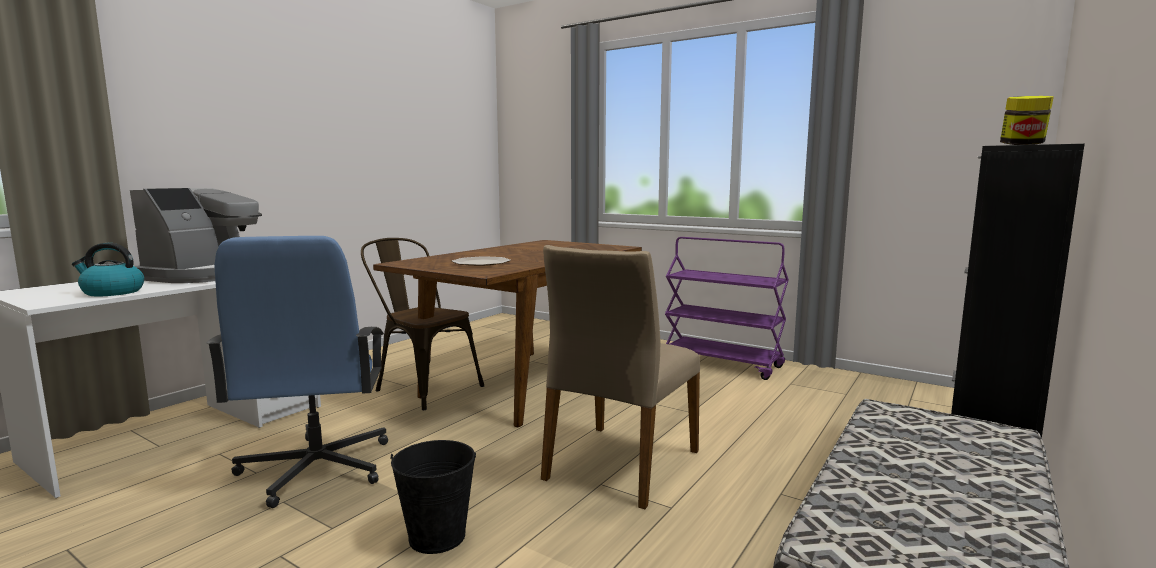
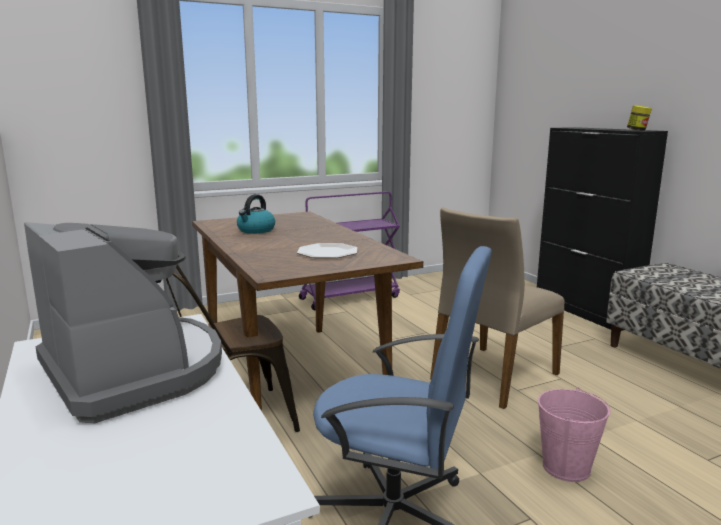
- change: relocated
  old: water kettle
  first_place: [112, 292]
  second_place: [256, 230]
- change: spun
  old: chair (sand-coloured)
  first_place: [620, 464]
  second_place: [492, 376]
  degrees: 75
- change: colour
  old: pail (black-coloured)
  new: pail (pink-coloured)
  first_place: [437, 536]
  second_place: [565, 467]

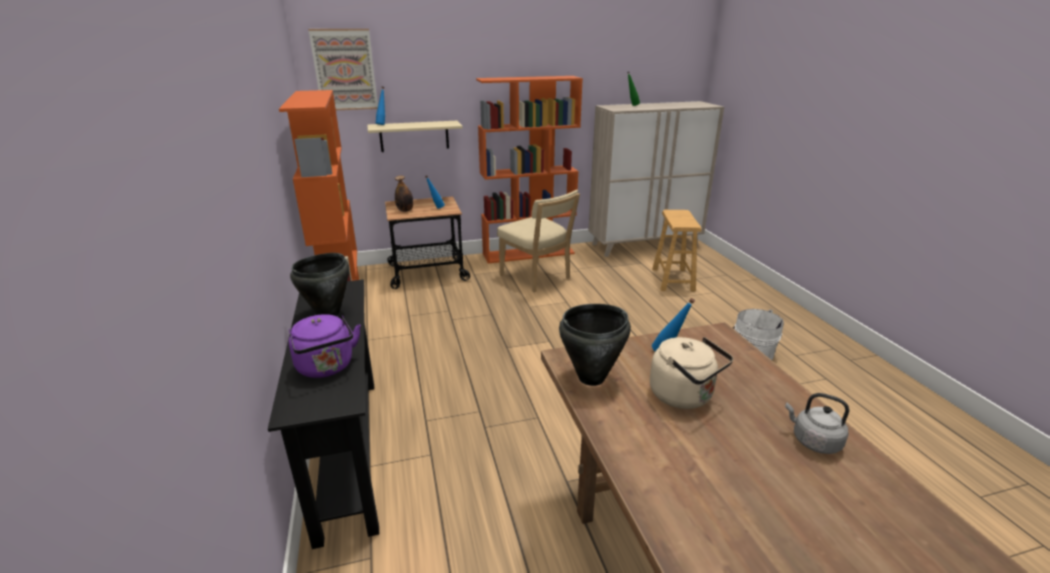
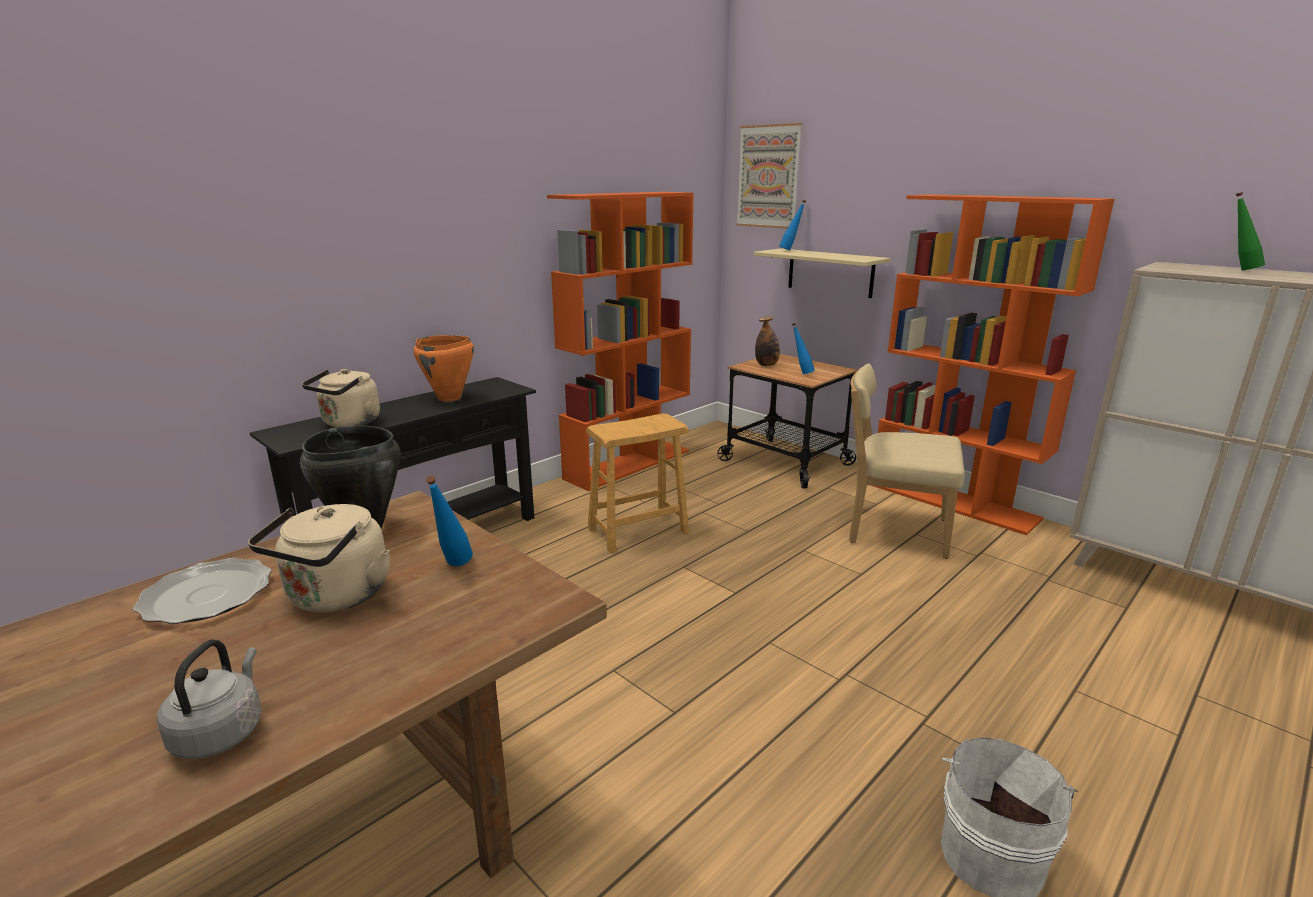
- change: appeared
  new: plate
  second_place: [206, 595]
- change: colour
  old: water kettle (purplish)
  new: water kettle (sand-coloured)
  first_place: [327, 368]
  second_place: [349, 423]
- change: colour
  old: stockpot (black-coloured)
  new: stockpot (orange)
  first_place: [329, 314]
  second_place: [449, 398]
- change: relocated
  old: stool seat (brownish)
  first_place: [673, 280]
  second_place: [638, 531]
- change: spun
  old: chair (sand-coloured)
  first_place: [537, 278]
  second_place: [892, 530]
  degrees: 90

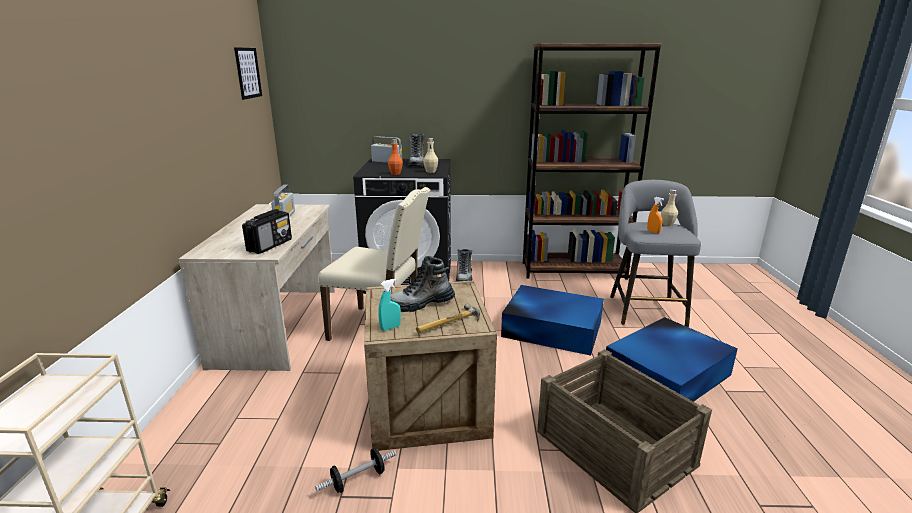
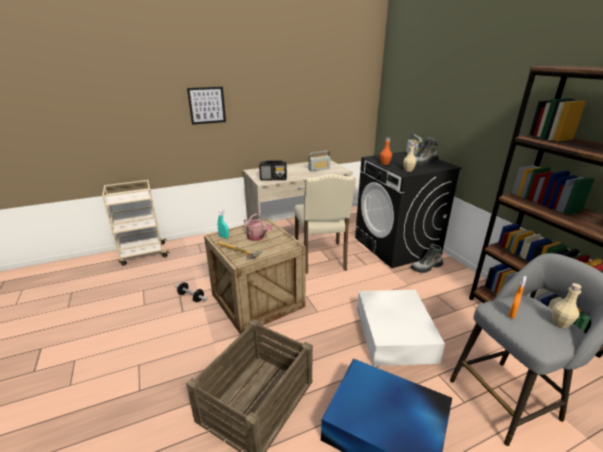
- change: relocated
  old: wall art
  first_place: [248, 73]
  second_place: [207, 105]
- change: exchanged
  old: high-top boot
  new: sprinkling can
  first_place: [421, 304]
  second_place: [257, 238]
- change: colour
  old: storage box (bluish)
  new: storage box (whitish)
  first_place: [551, 328]
  second_place: [394, 332]

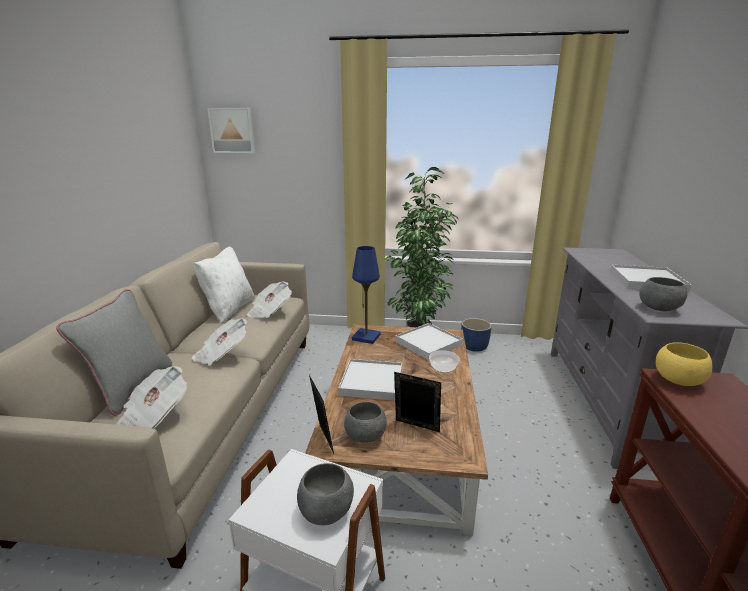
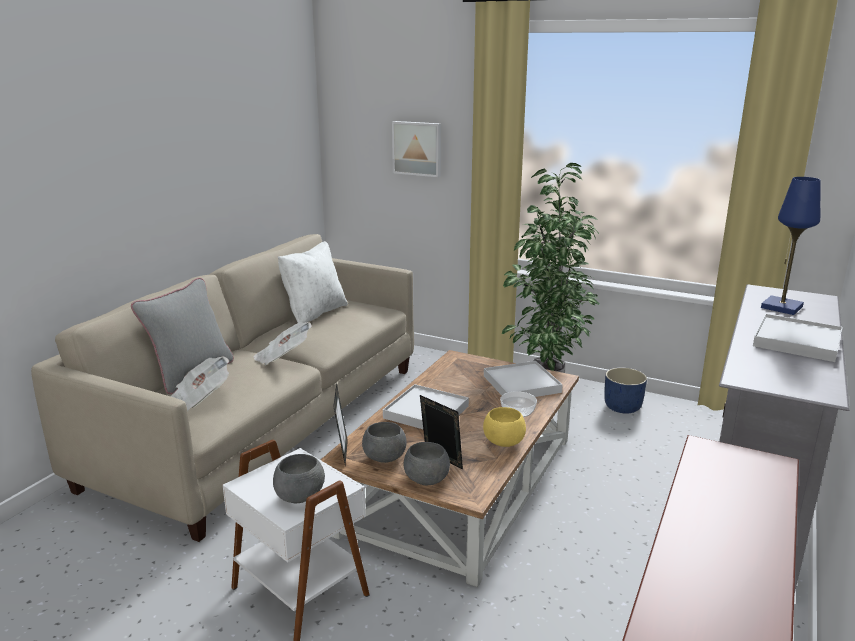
- change: relocated
  old: wall art
  first_place: [232, 130]
  second_place: [417, 148]
- change: relocated
  old: serving bowl (gray)
  first_place: [659, 309]
  second_place: [426, 481]
- change: relocated
  old: serving bowl (yellow)
  first_place: [677, 381]
  second_place: [503, 442]
- change: relocated
  old: table lamp (bluish)
  first_place: [366, 337]
  second_place: [781, 307]
- change: missing
  old: newspaper
  first_place: [269, 311]

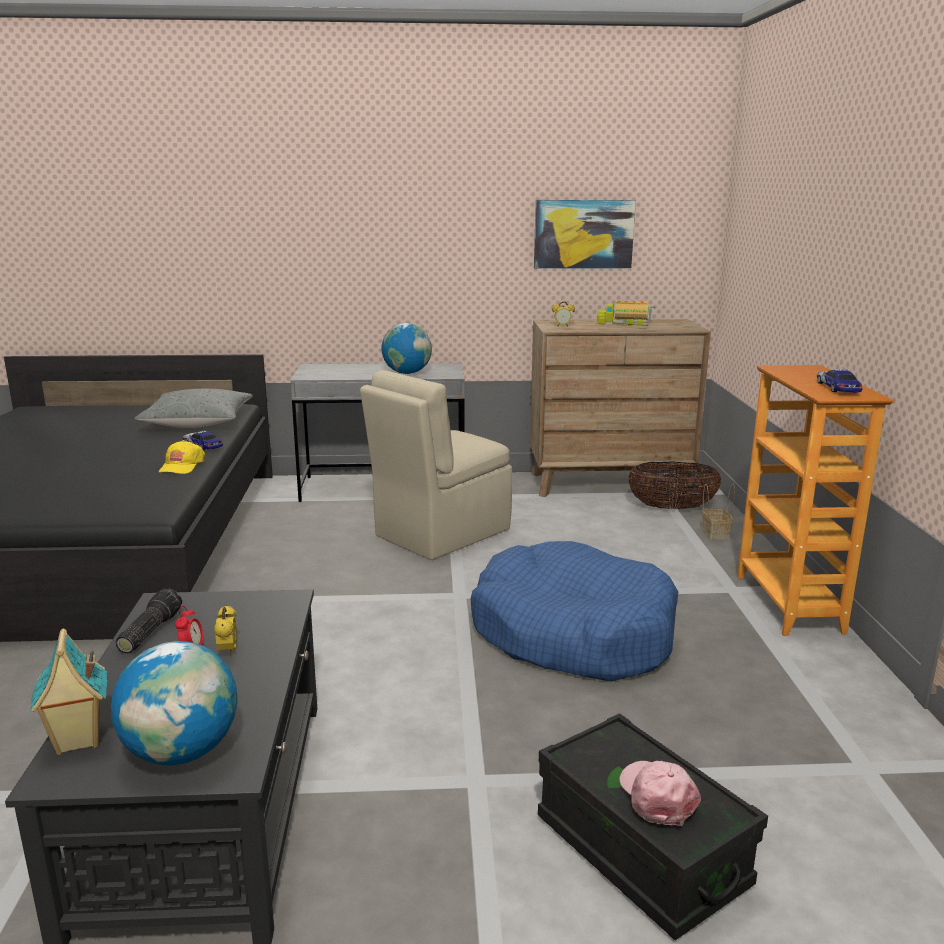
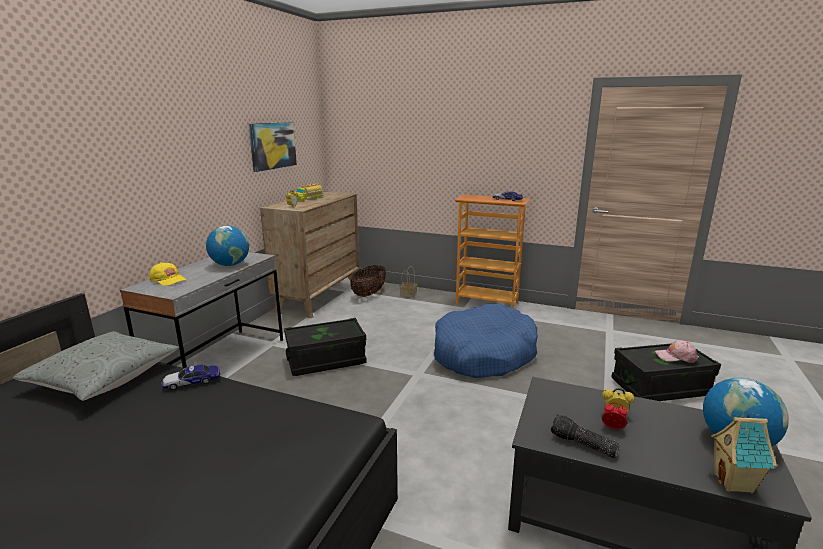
- change: relocated
  old: cap (yellow)
  first_place: [181, 466]
  second_place: [168, 280]
- change: exchanged
  old: chair (sand-coloured)
  new: storage box (black-coloured)
  first_place: [440, 533]
  second_place: [326, 360]

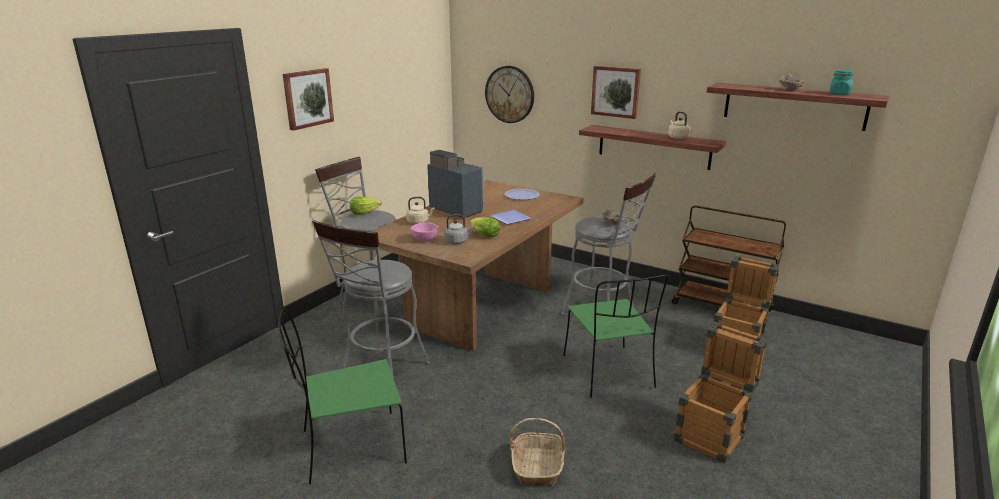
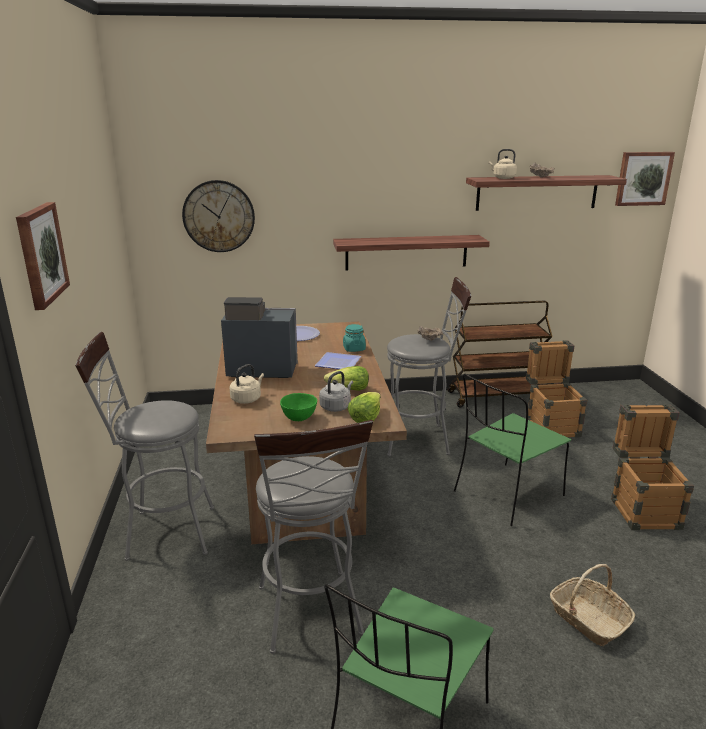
- change: colour
  old: serving bowl (pink-coloured)
  new: serving bowl (green-coloured)
  first_place: [425, 240]
  second_place: [299, 418]
- change: relocated
  old: jar (blue-green)
  first_place: [839, 93]
  second_place: [354, 349]
- change: relocated
  old: lettuce
  first_place: [364, 213]
  second_place: [365, 417]
- change: spun
  old: chair (green-coloured)
  first_place: [609, 373]
  second_place: [506, 495]
  degrees: 105
- change: relocated
  old: water kettle (sand-coloured)
  first_place: [677, 137]
  second_place: [502, 178]
- change: relocated
  old: wall art
  first_place: [616, 91]
  second_place: [643, 178]

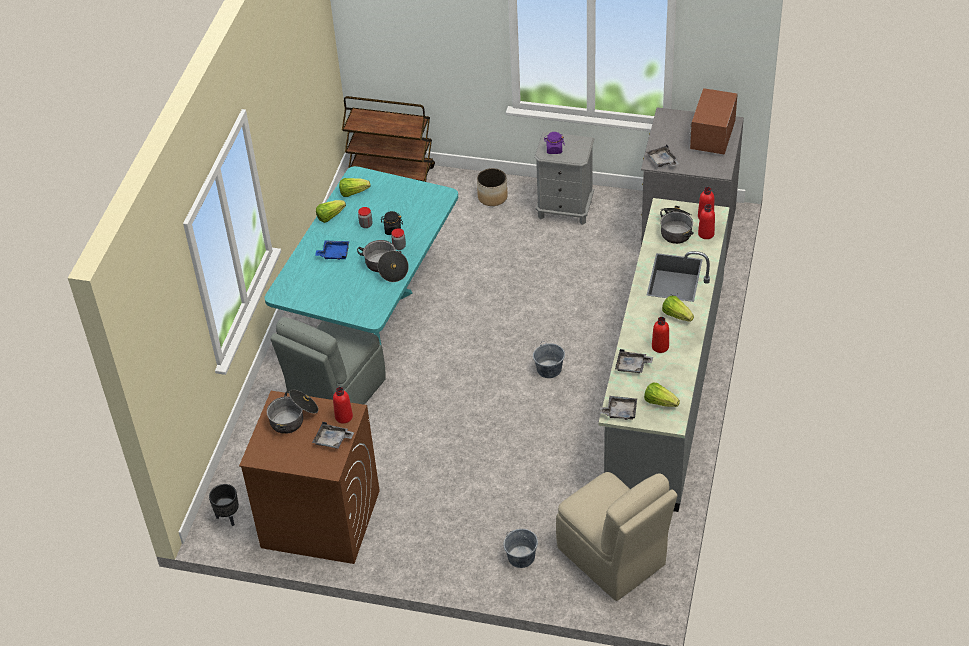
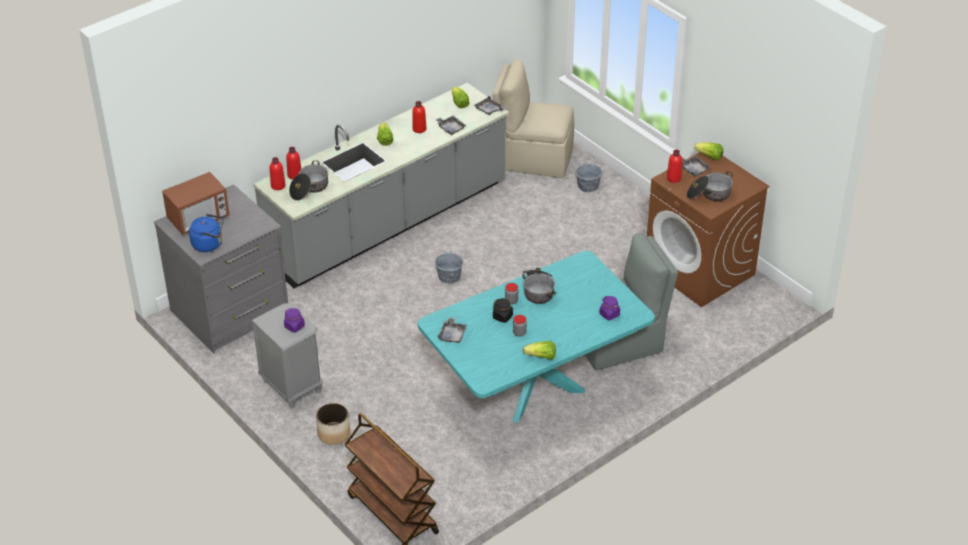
- change: appeared
  new: water kettle (bluish)
  second_place: [209, 244]
- change: relocated
  old: tray (gray)
  first_place: [662, 161]
  second_place: [452, 335]
- change: spun
  old: chair (sand-coloured)
  first_place: [613, 558]
  second_place: [534, 159]
  degrees: -75
- change: appeared
  new: jar (purplish)
  second_place: [609, 314]
- change: relocated
  old: lettuce
  first_place: [353, 192]
  second_place: [709, 157]
- change: missing
  old: planter (black-coloured)
  first_place: [228, 517]
- change: missing
  old: tray (bluish)
  first_place: [334, 253]

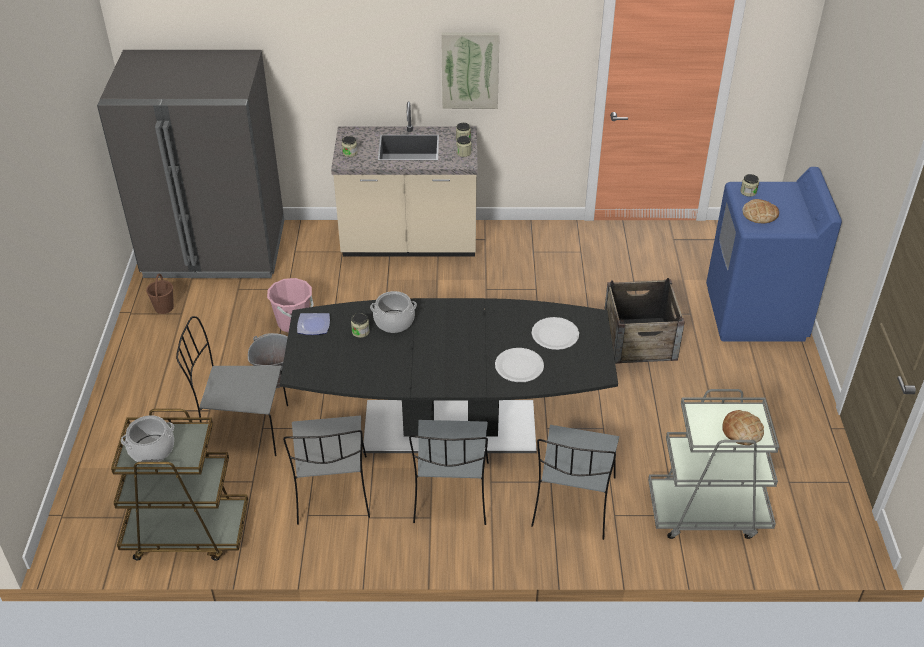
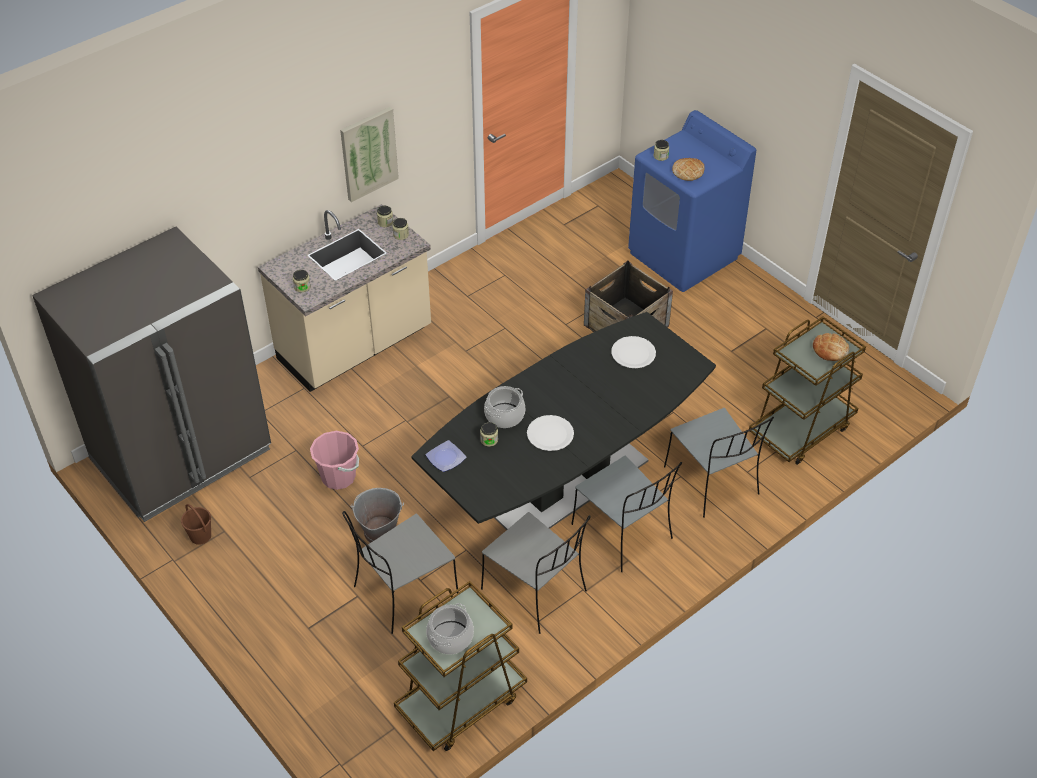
- change: relocated
  old: plate (whitish)
  first_place: [519, 366]
  second_place: [550, 434]
- change: colour
  old: wheeled cart (gray)
  new: wheeled cart (brownish)
  first_place: [707, 512]
  second_place: [801, 429]

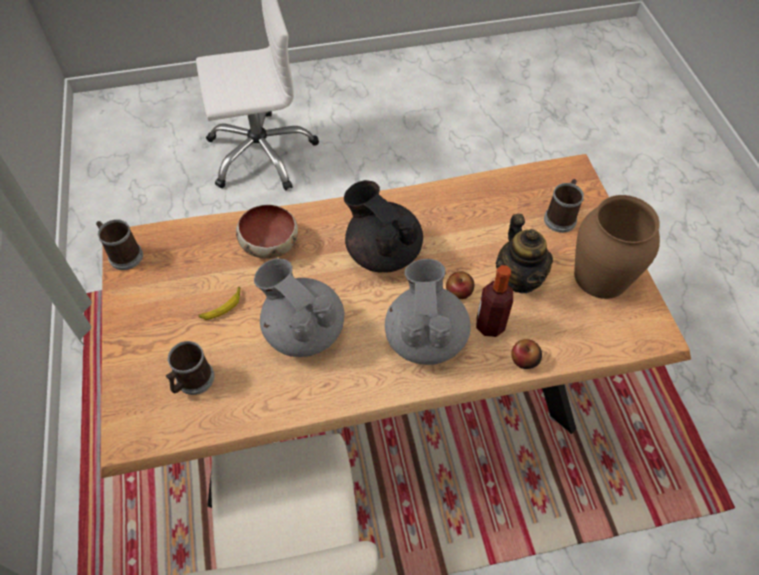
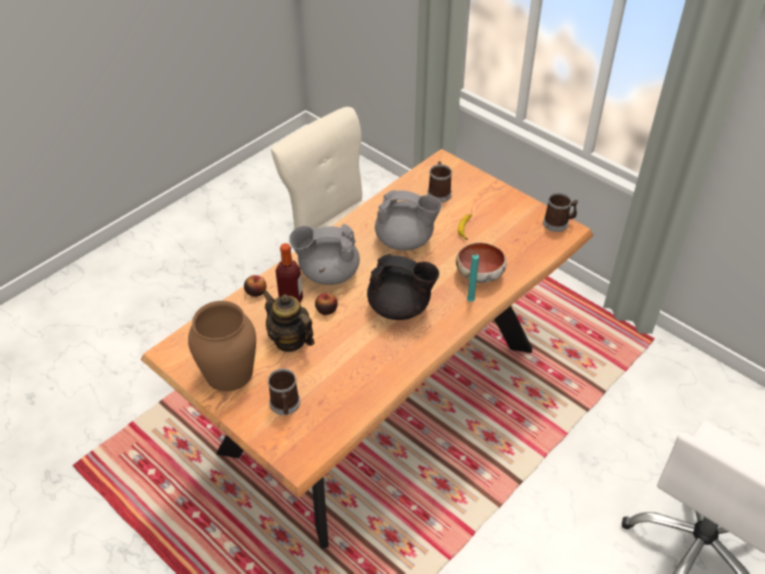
- change: spun
  old: teapot (gray)
  first_place: [425, 337]
  second_place: [328, 273]
  degrees: 120
- change: appeared
  new: candle (blue-green)
  second_place: [469, 300]

